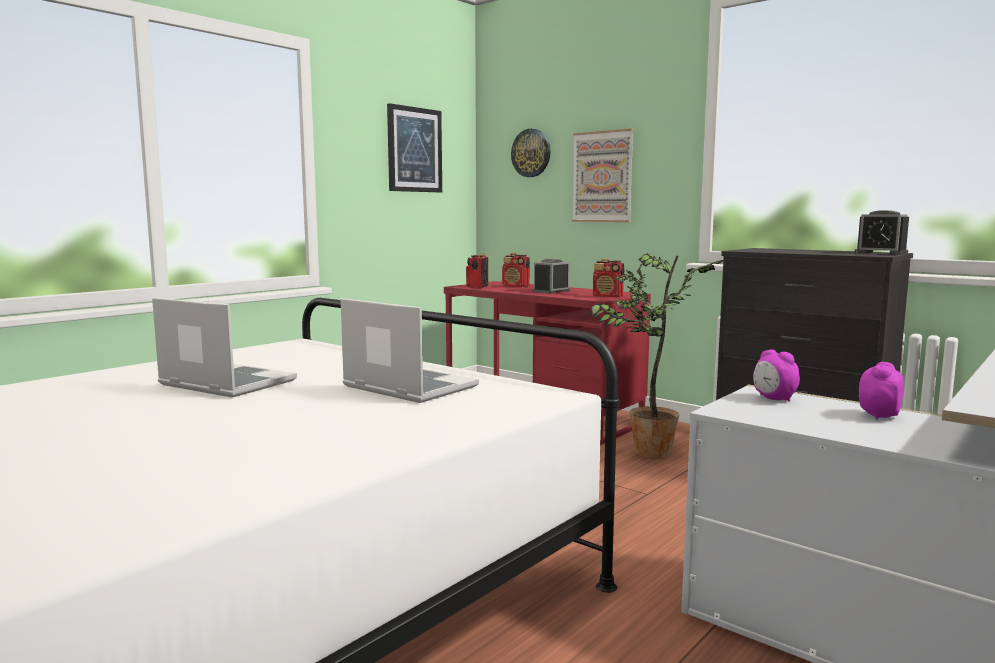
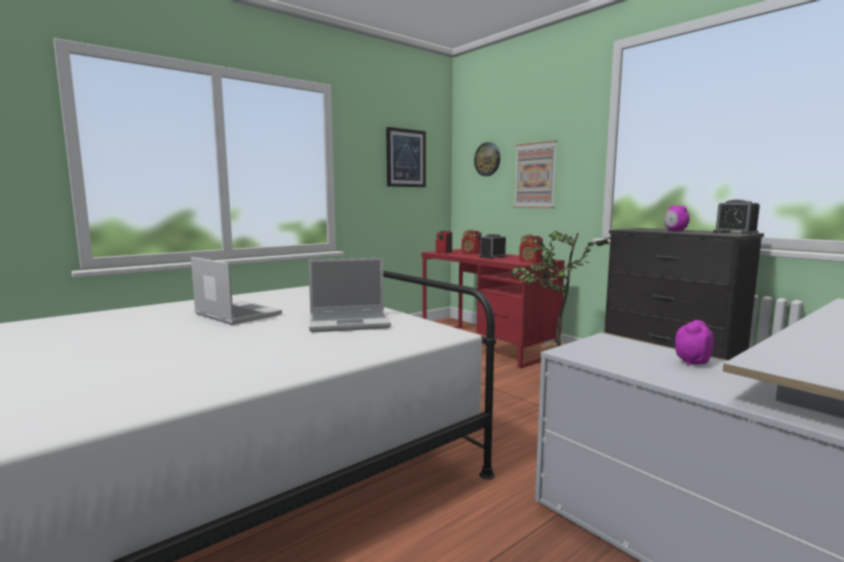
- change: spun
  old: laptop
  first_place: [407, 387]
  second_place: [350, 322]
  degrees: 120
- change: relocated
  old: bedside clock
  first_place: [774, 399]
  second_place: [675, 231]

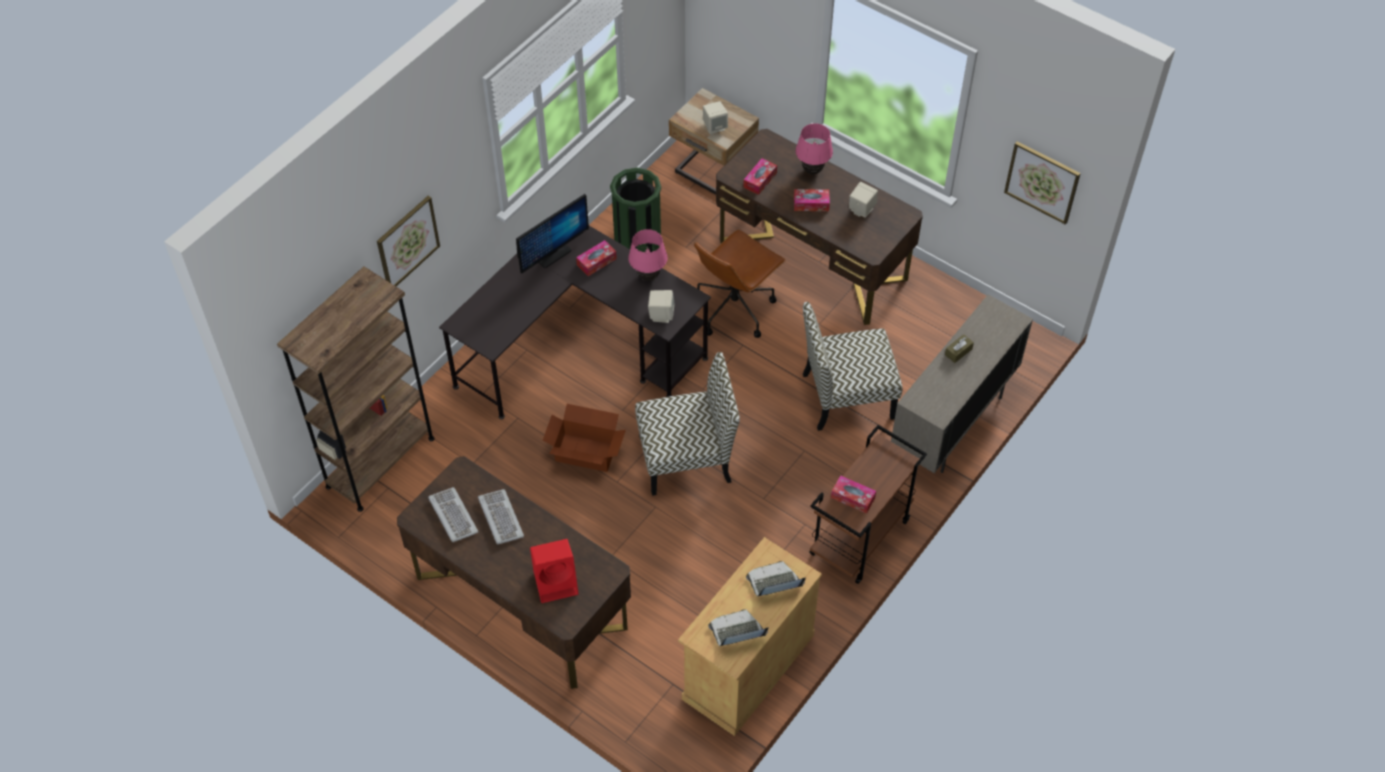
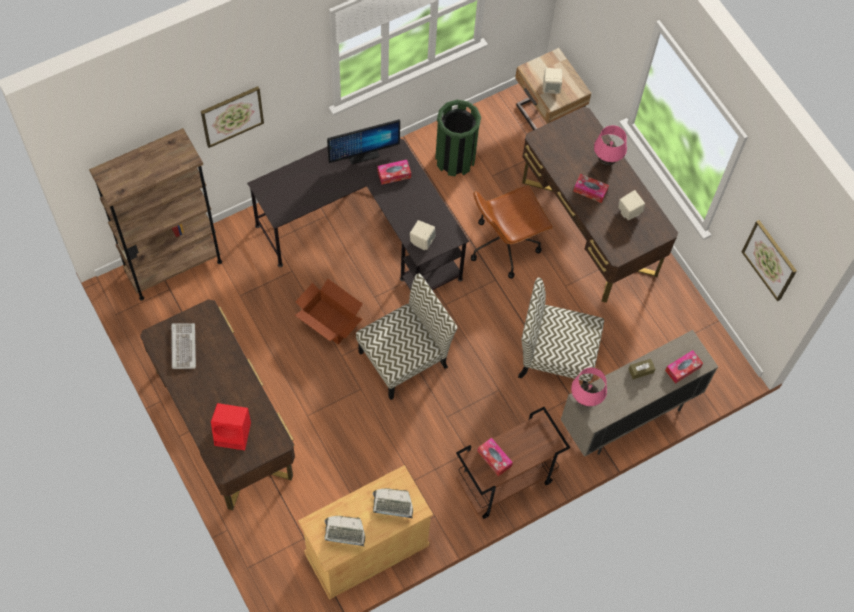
- change: spun
  old: chair
  first_place: [687, 458]
  second_place: [404, 358]
  degrees: -45
- change: relocated
  old: table lamp (pink-coloured)
  first_place: [648, 276]
  second_place: [585, 399]
- change: relocated
  old: tissue holder
  first_place: [760, 180]
  second_place: [683, 369]
- change: missing
  old: computer keyboard
  first_place: [500, 518]

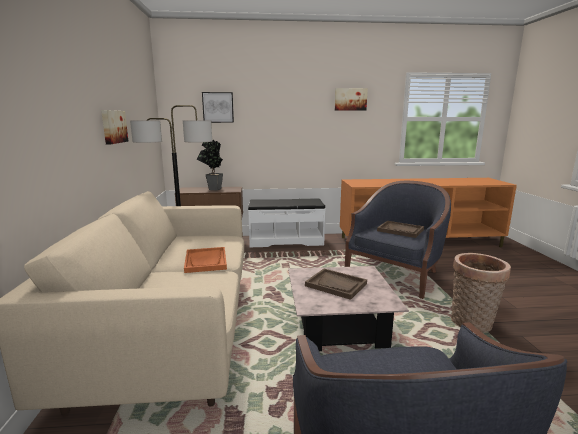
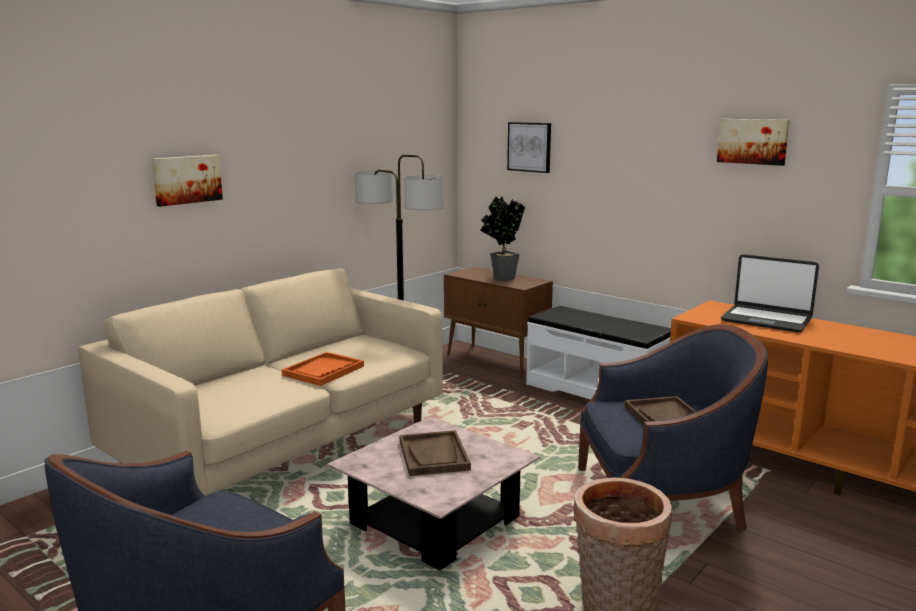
- change: relocated
  old: wall art
  first_place: [113, 126]
  second_place: [186, 179]
- change: appeared
  new: laptop
  second_place: [766, 320]

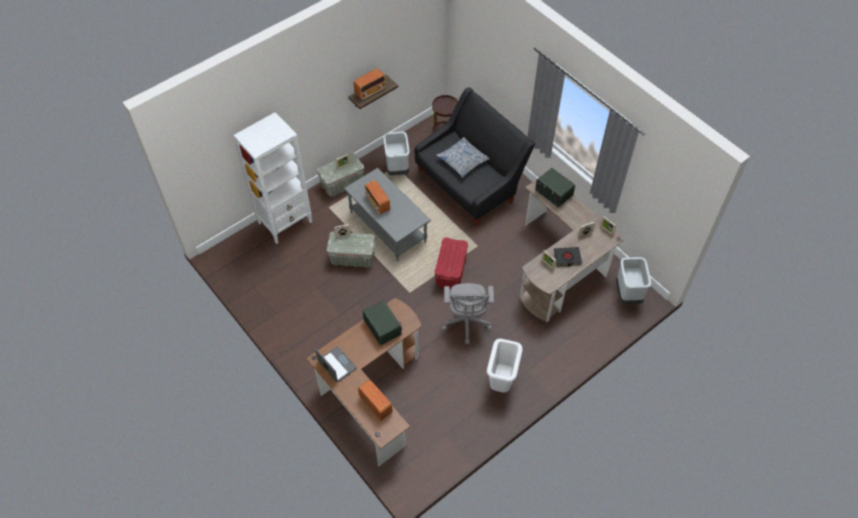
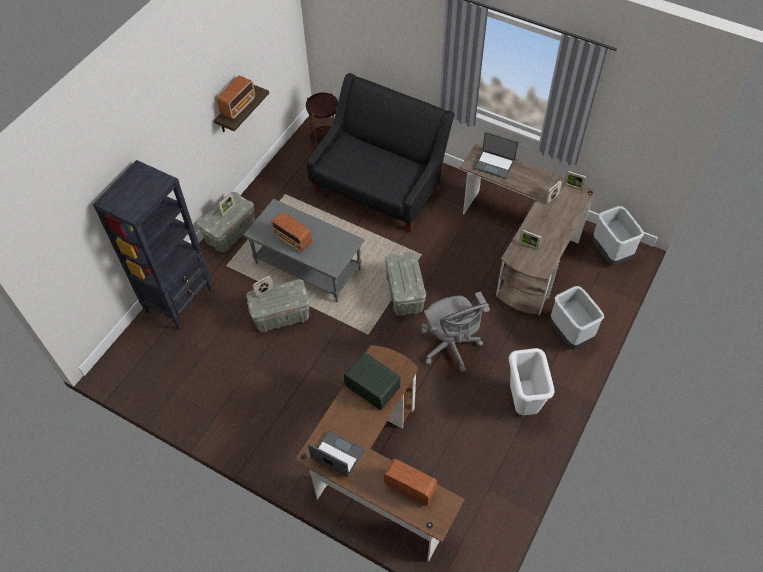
- change: colour
  old: bookcase (whitish)
  new: bookcase (black-coloured)
  first_place: [285, 222]
  second_place: [180, 300]
- change: colour
  old: storage box (reddish)
  new: storage box (gray)
  first_place: [450, 271]
  second_place: [404, 294]
- change: exchanged
  old: radio set
  new: laptop
  first_place: [553, 193]
  second_place: [494, 164]
- change: relocated
  old: trash can (gray)
  first_place: [397, 168]
  second_place: [569, 334]
- change: missing
  old: throw pillow
  first_place: [462, 161]
- change: missing
  old: volume (black-coloured)
  first_place: [567, 258]

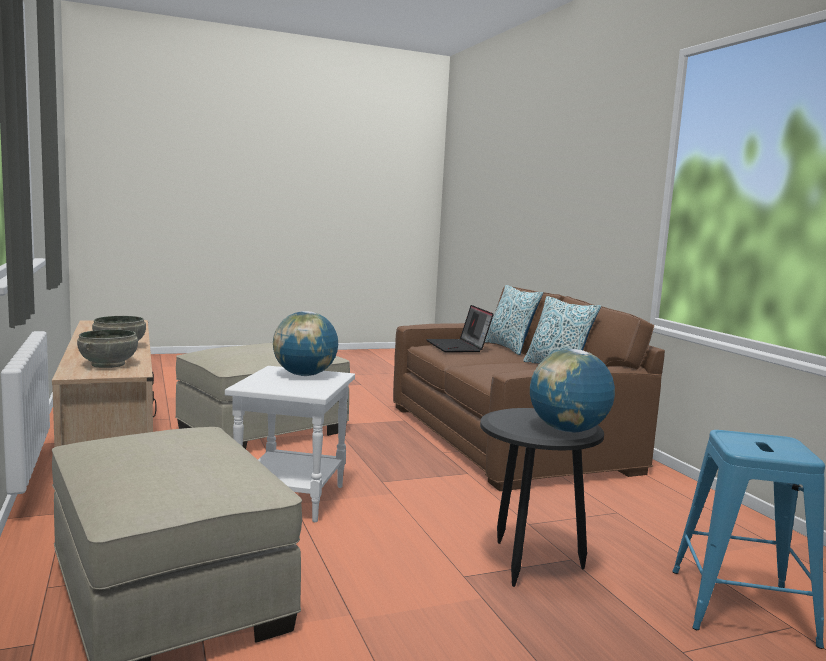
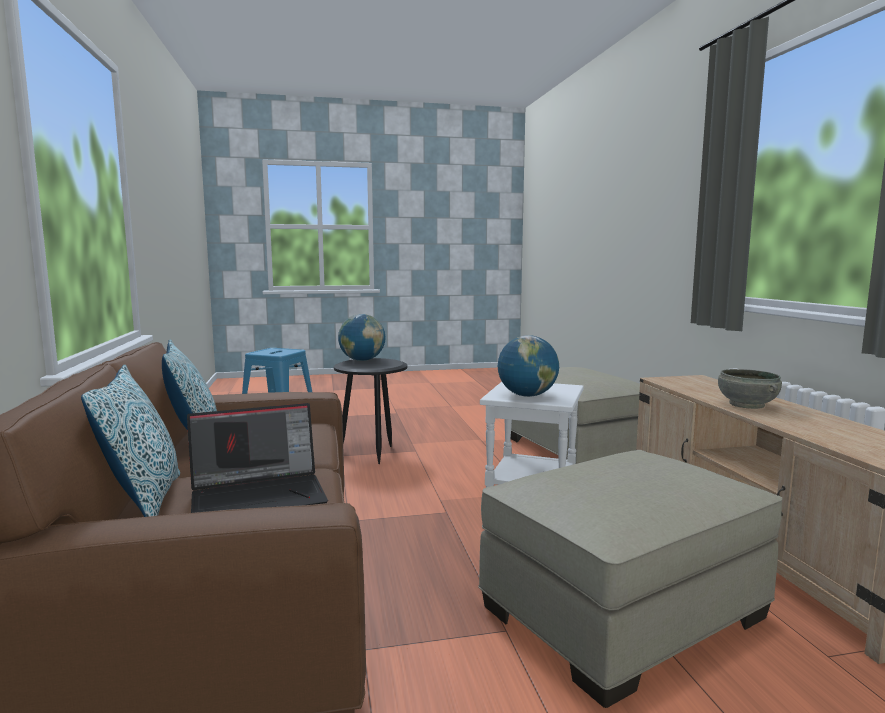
- change: spun
  old: laptop
  first_place: [458, 347]
  second_place: [260, 495]
  degrees: 75
- change: missing
  old: serving bowl (gray)
  first_place: [109, 364]

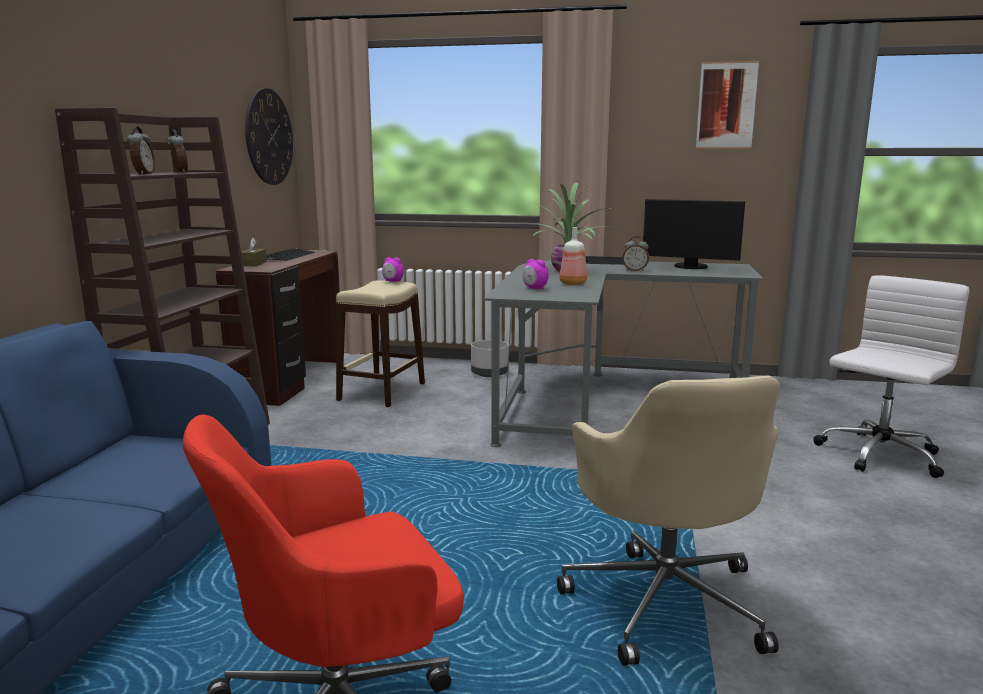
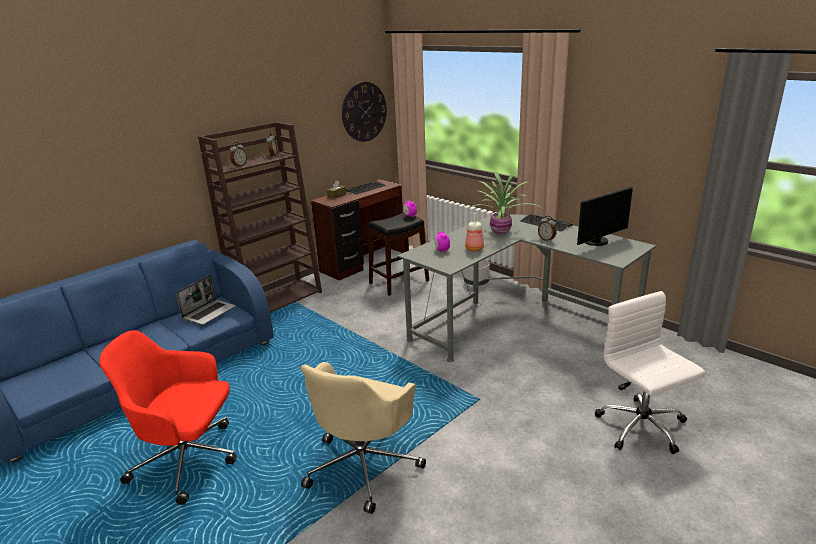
- change: appeared
  new: laptop
  second_place: [209, 313]
- change: colour
  old: stool seat (sand-coloured)
  new: stool seat (black-coloured)
  first_place: [382, 391]
  second_place: [399, 282]
- change: spun
  old: monitor
  first_place: [690, 267]
  second_place: [597, 242]
  degrees: -90
- change: spun
  old: computer chair (whitish)
  first_place: [878, 455]
  second_place: [642, 428]
  degrees: -105
- change: missing
  old: wall art
  first_place: [726, 105]

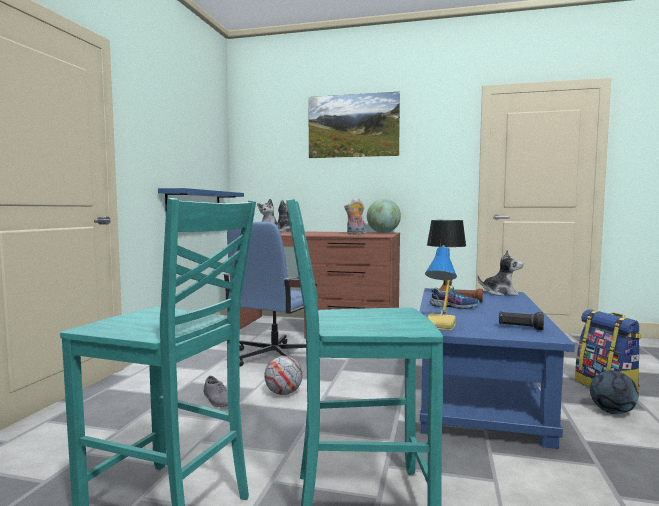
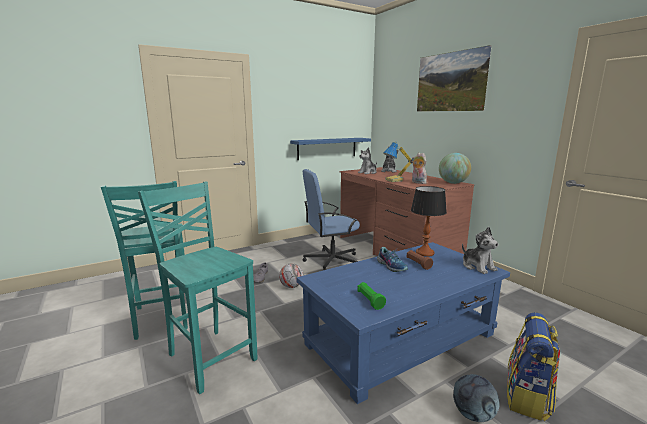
- change: colour
  old: flashlight (black-coloured)
  new: flashlight (green-coloured)
  first_place: [520, 327]
  second_place: [370, 301]
- change: relocated
  old: table lamp
  first_place: [441, 325]
  second_place: [394, 180]

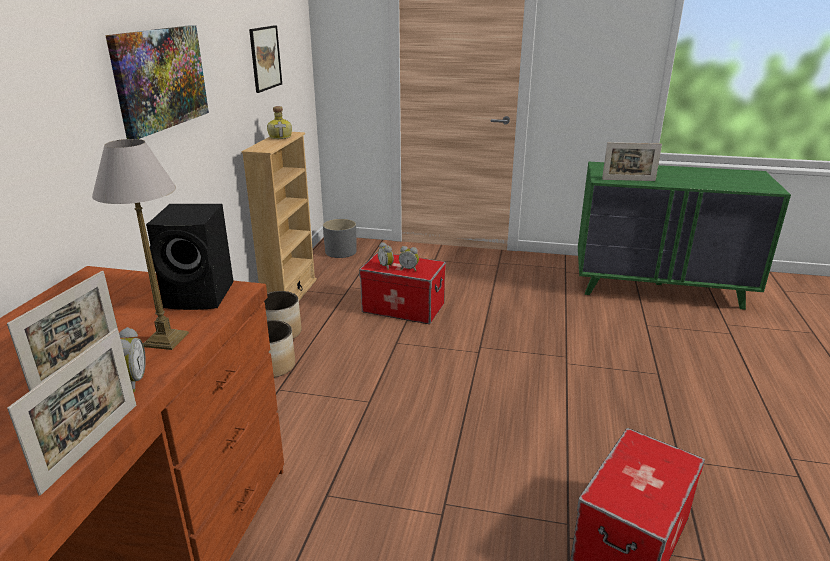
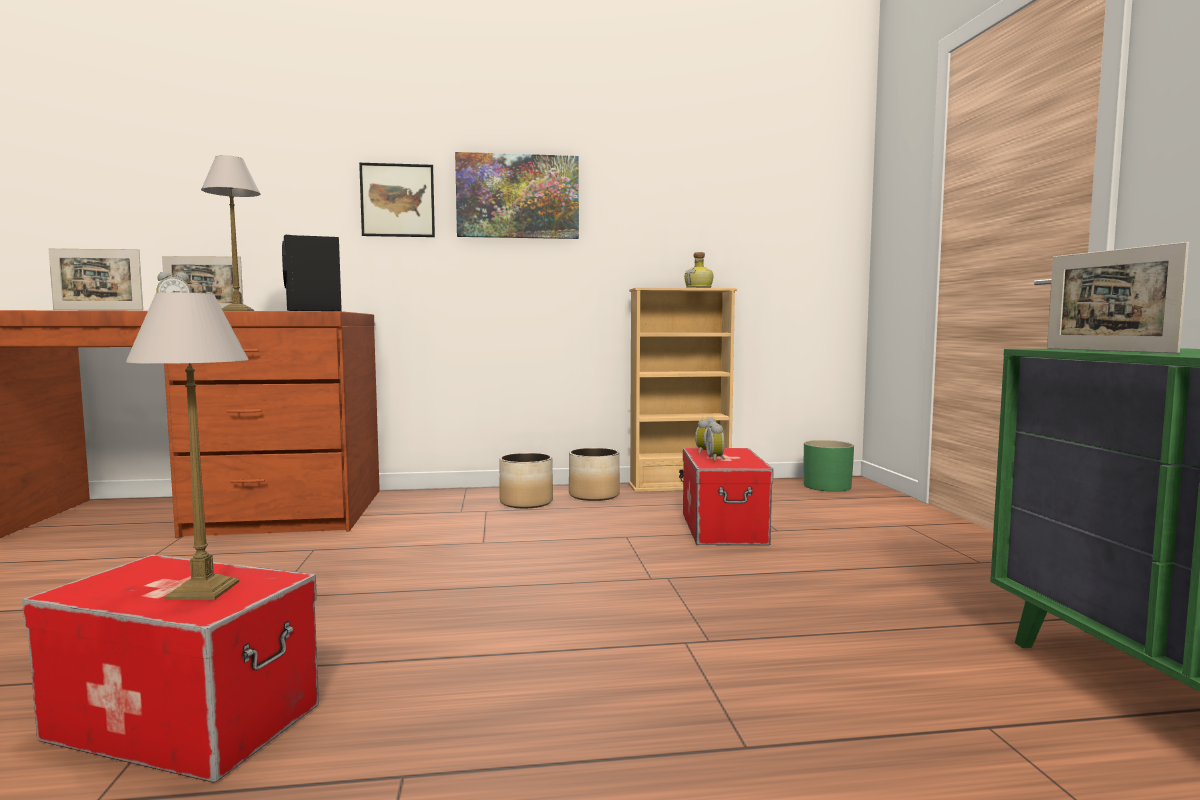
- change: appeared
  new: table lamp
  second_place: [203, 591]
- change: relocated
  old: wall art
  first_place: [265, 58]
  second_place: [397, 200]
- change: colour
  old: planter (gray)
  new: planter (green-coloured)
  first_place: [340, 251]
  second_place: [827, 486]

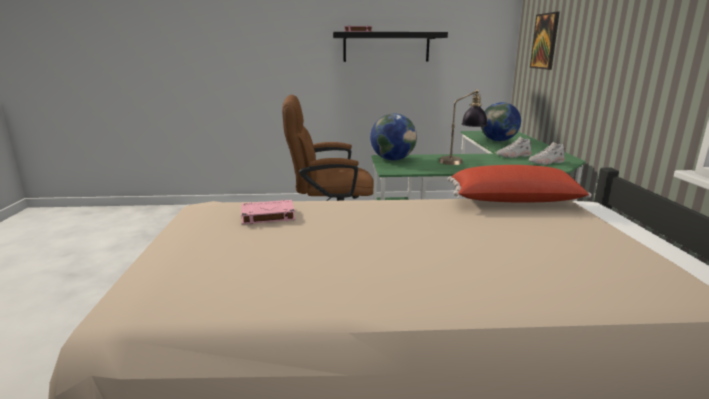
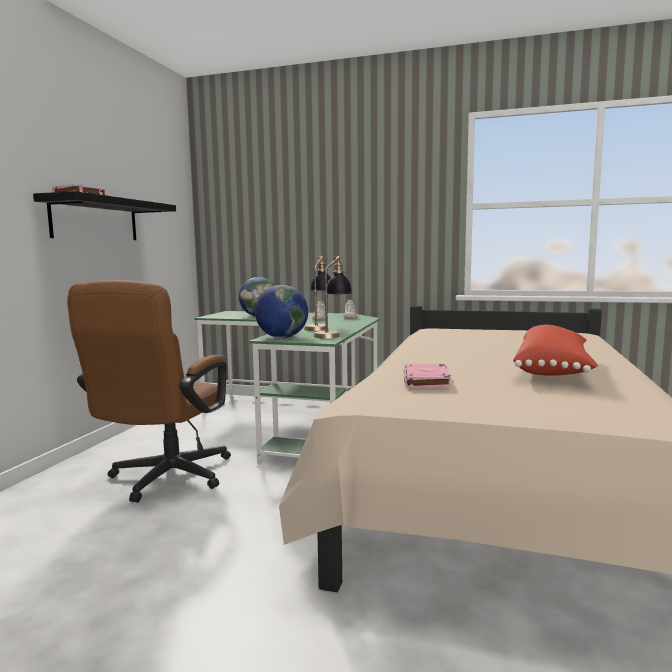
- change: appeared
  new: table lamp
  second_place: [333, 334]
- change: relocated
  old: throw pillow (reddish)
  first_place: [513, 202]
  second_place: [553, 369]
- change: missing
  old: wall art
  first_place: [545, 41]

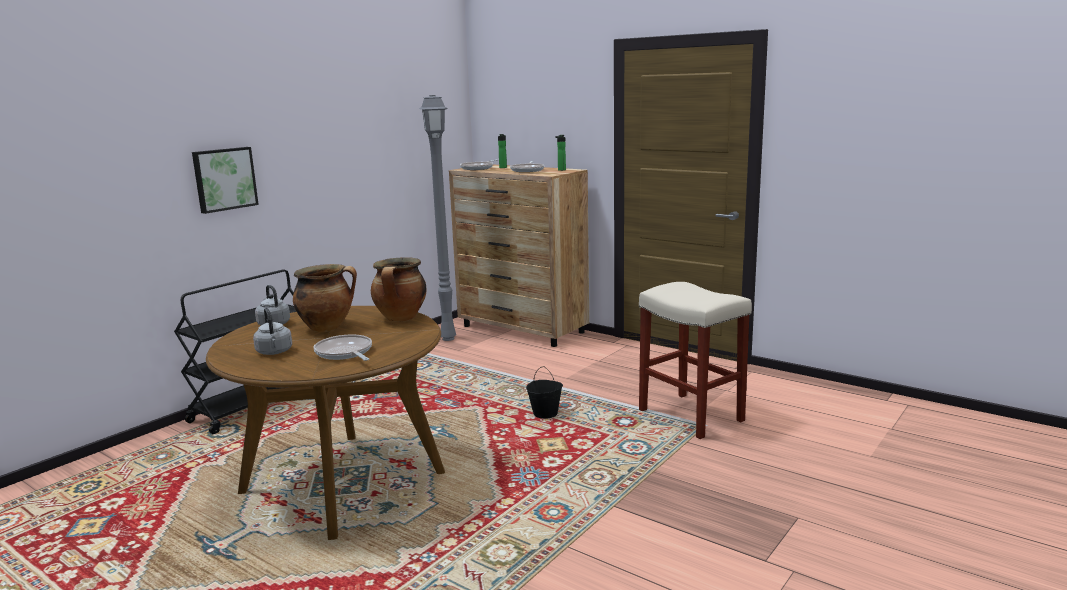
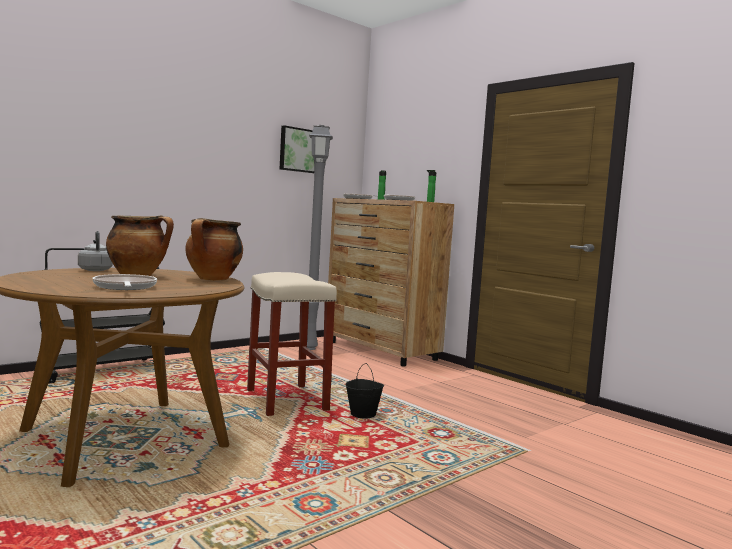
- change: relocated
  old: stool seat (sand-coloured)
  first_place: [692, 415]
  second_place: [287, 400]
- change: relocated
  old: wall art
  first_place: [224, 179]
  second_place: [298, 150]
- change: missing
  old: water kettle (gray)
  first_place: [274, 352]

